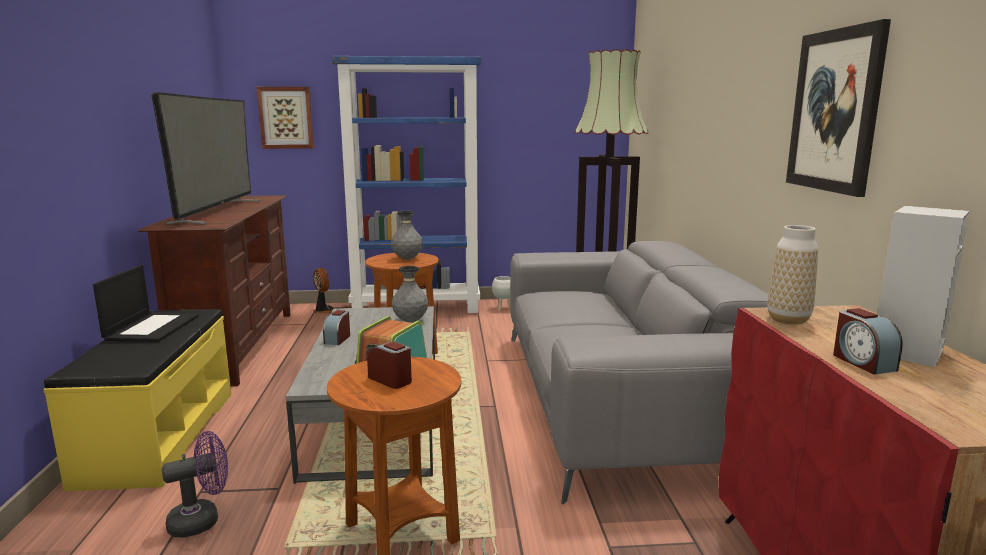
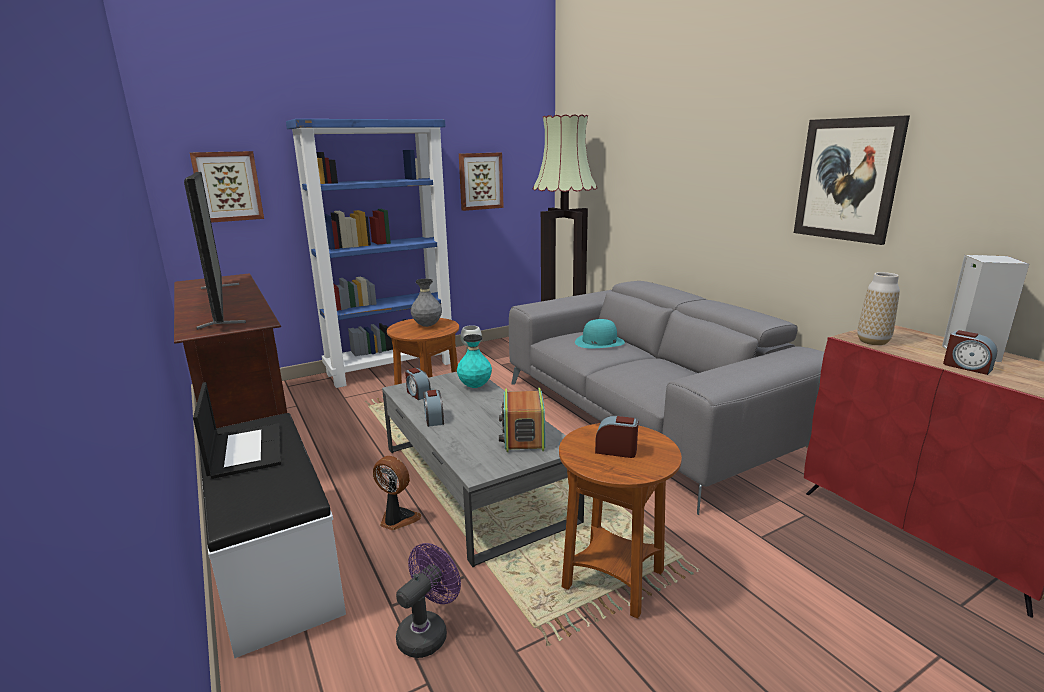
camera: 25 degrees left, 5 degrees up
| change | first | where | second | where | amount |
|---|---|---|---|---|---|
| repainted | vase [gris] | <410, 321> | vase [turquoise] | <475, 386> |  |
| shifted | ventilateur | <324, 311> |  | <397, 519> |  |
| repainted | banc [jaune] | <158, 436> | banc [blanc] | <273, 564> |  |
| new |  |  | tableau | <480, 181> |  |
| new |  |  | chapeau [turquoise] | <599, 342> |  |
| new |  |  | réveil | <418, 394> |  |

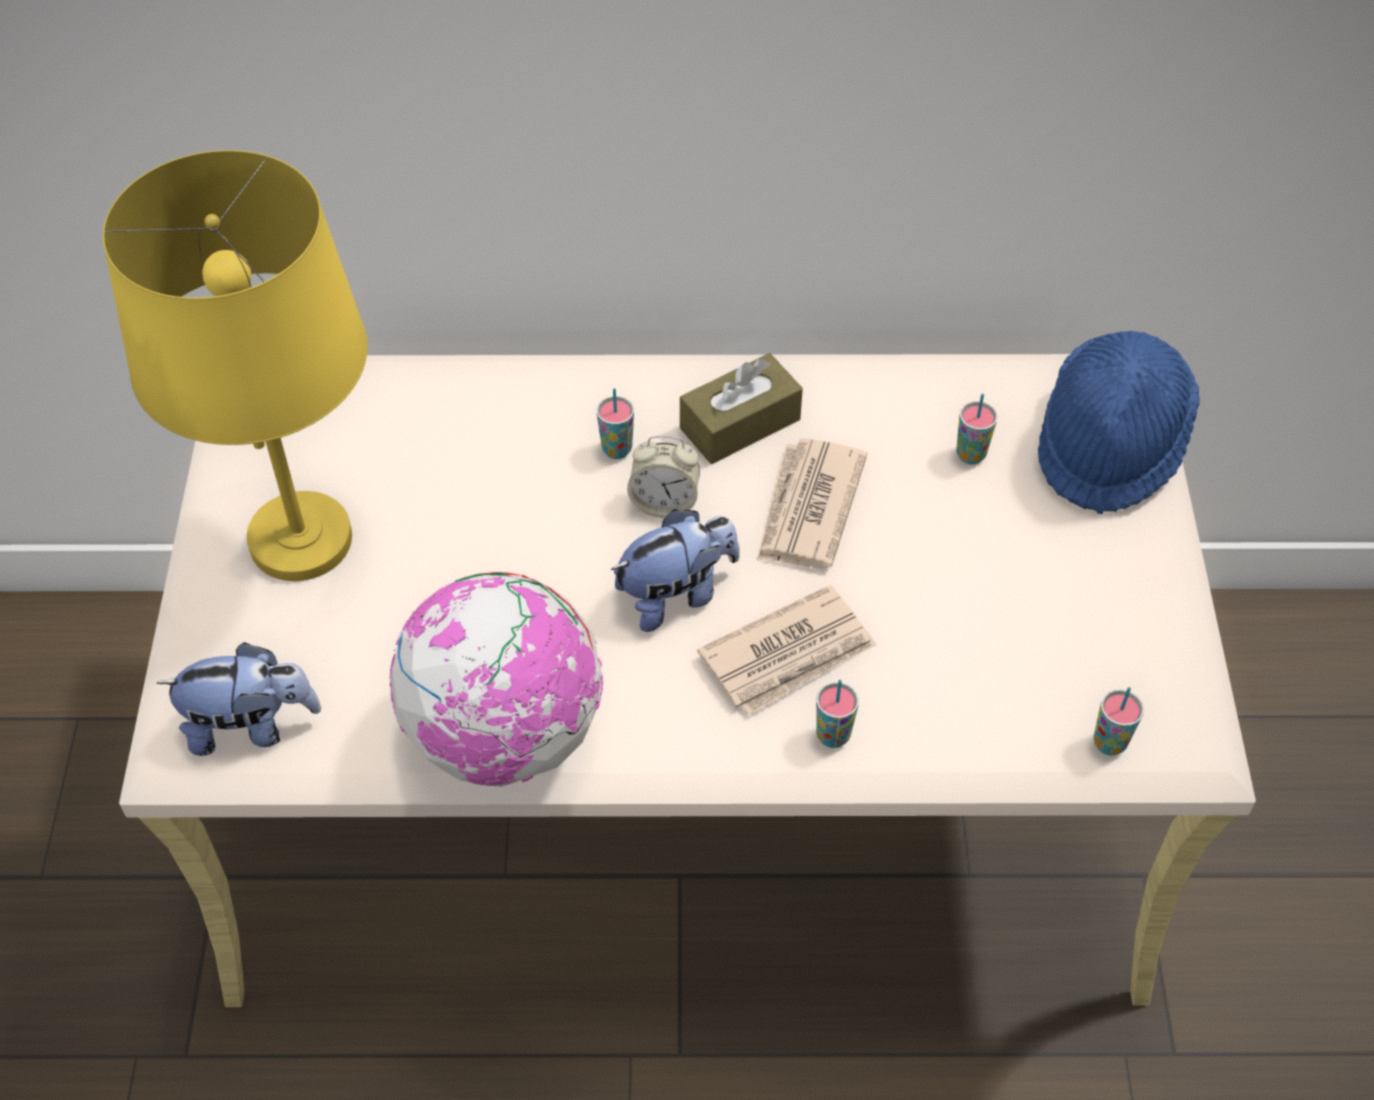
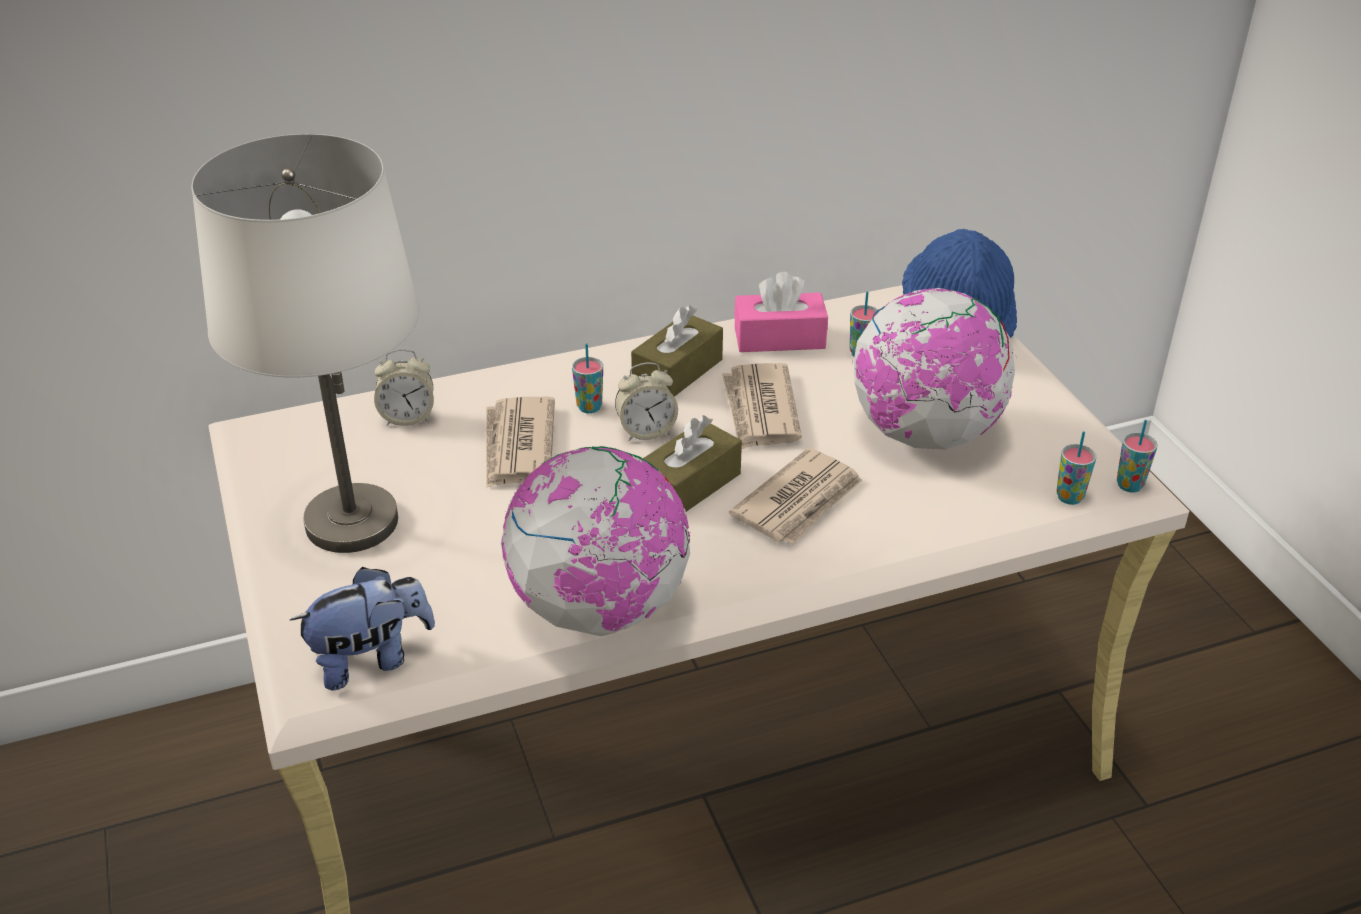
camera: 20 degrees left, 15 degrees down
| change | first | where | second | where | amount |
|---|---|---|---|---|---|
| repainted | lampe de table [jaune] | <299, 540> | lampe de table [blanc] | <350, 523> |  |
| swapped | peluche | <676, 594> | boîte à mouchoirs [marron] | <689, 485> |  |
| shifted | tasse | <833, 736> |  | <1129, 485> |  |
| new |  |  | boîte à mouchoirs [rose] | <779, 338> |  |
| new |  |  | globe | <925, 434> |  |
| new |  |  | réveil | <408, 417> |  |
| new |  |  | journal | <518, 446> |  |

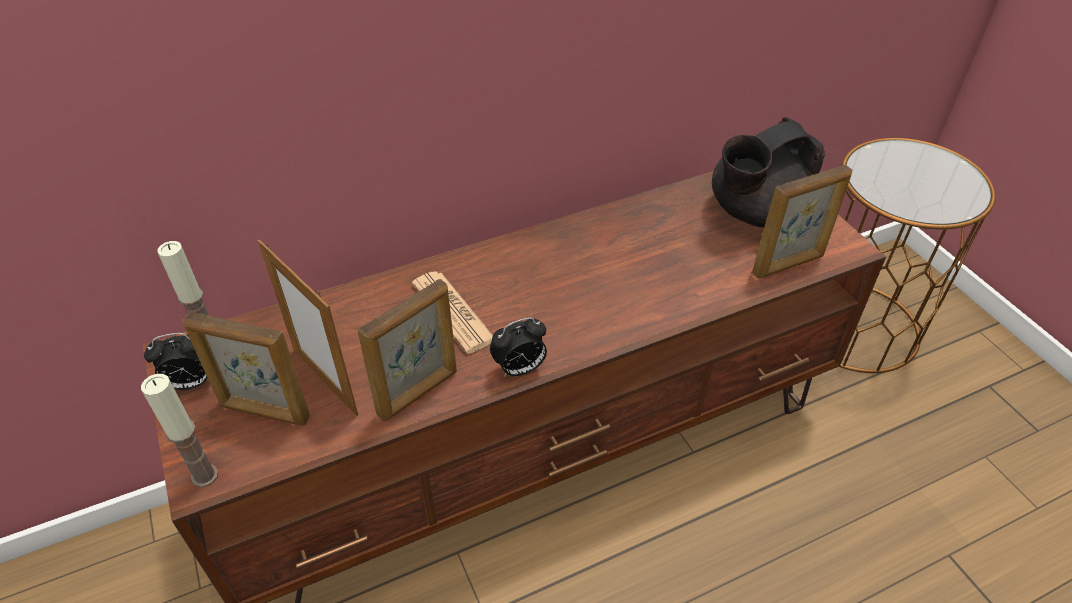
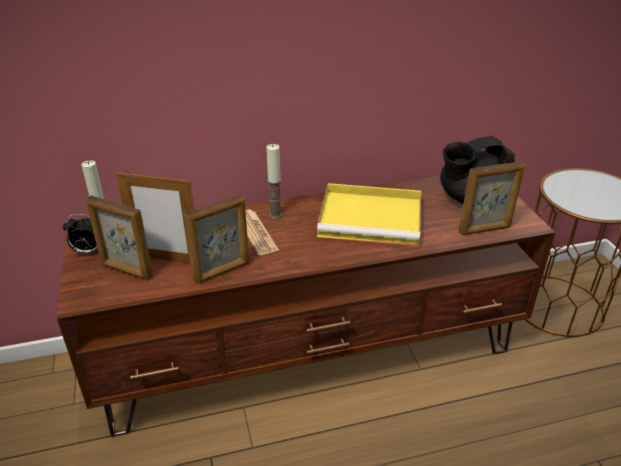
camera: 10 degrees right, 10 degrees down
| change | first | where | second | where | amount |
|---|---|---|---|---|---|
| rotated | cadre photo | <325, 381> |  | <167, 259> | 45 degrees counterclockwise |
| gone | réveil | <519, 369> |  |  |  |
| shifted | bougie | <205, 476> |  | <275, 214> |  |
| new |  |  | plateau [jaune] | <372, 218> |  |

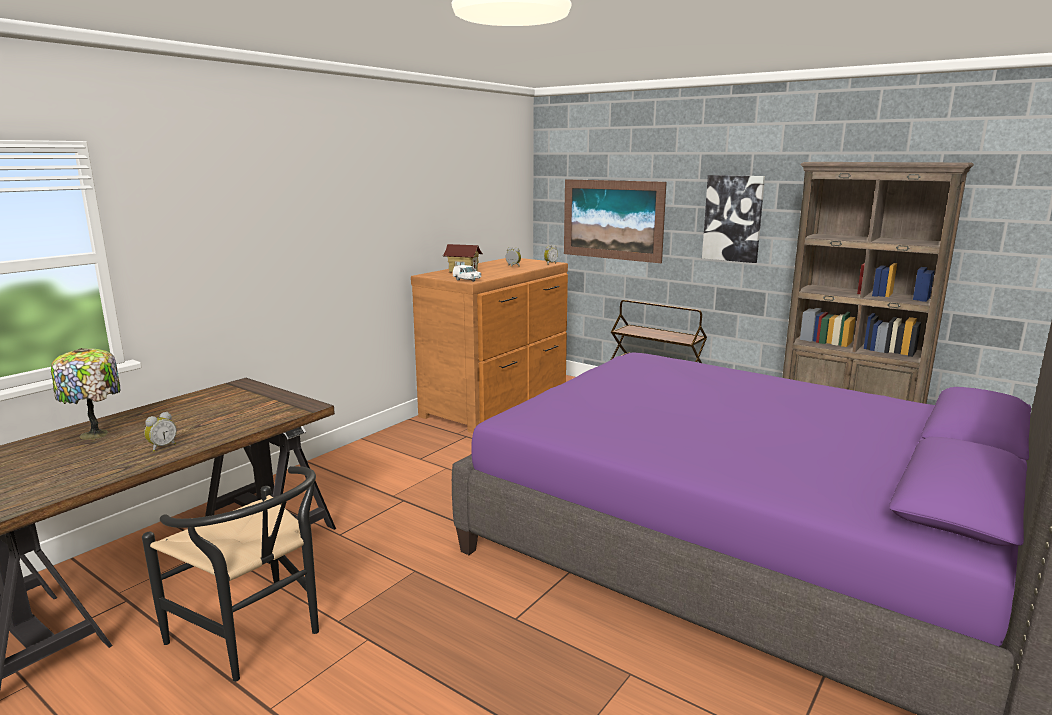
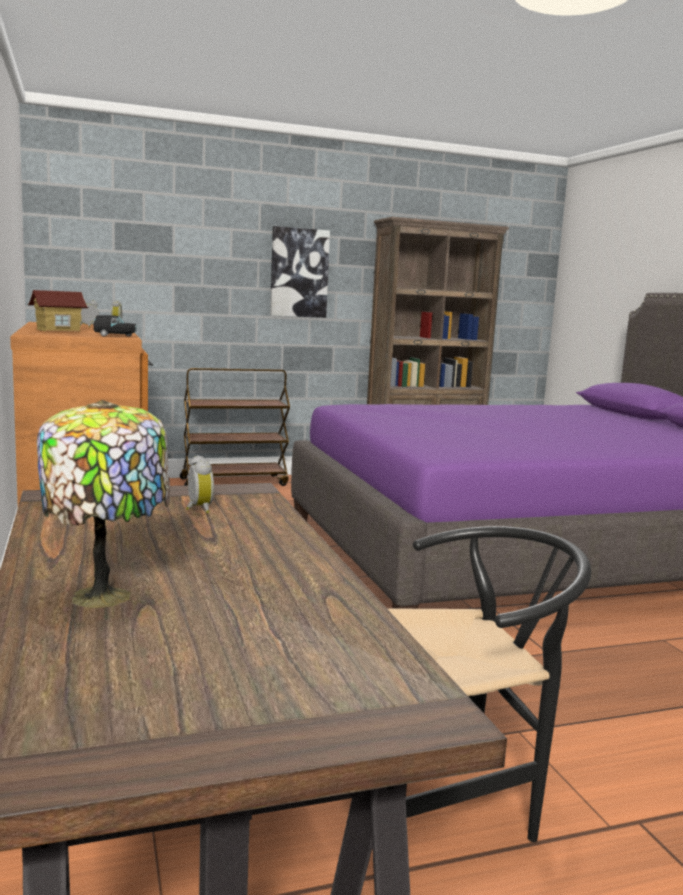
camera: 55 degrees left, 5 degrees down
| change | first | where | second | where | amount |
|---|---|---|---|---|---|
| gone | tableau | <612, 219> |  |  |  |
| repainted | petite voiture [blanc] | <467, 280> | petite voiture [noir] | <115, 336> |  |
| shifted | réveil | <162, 447> |  | <197, 509> |  |

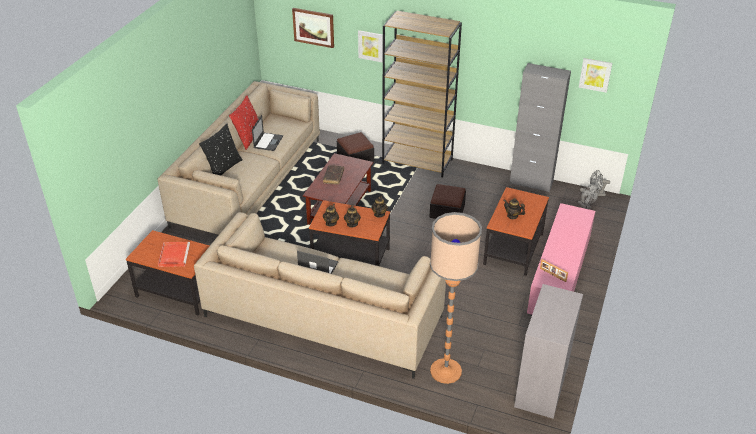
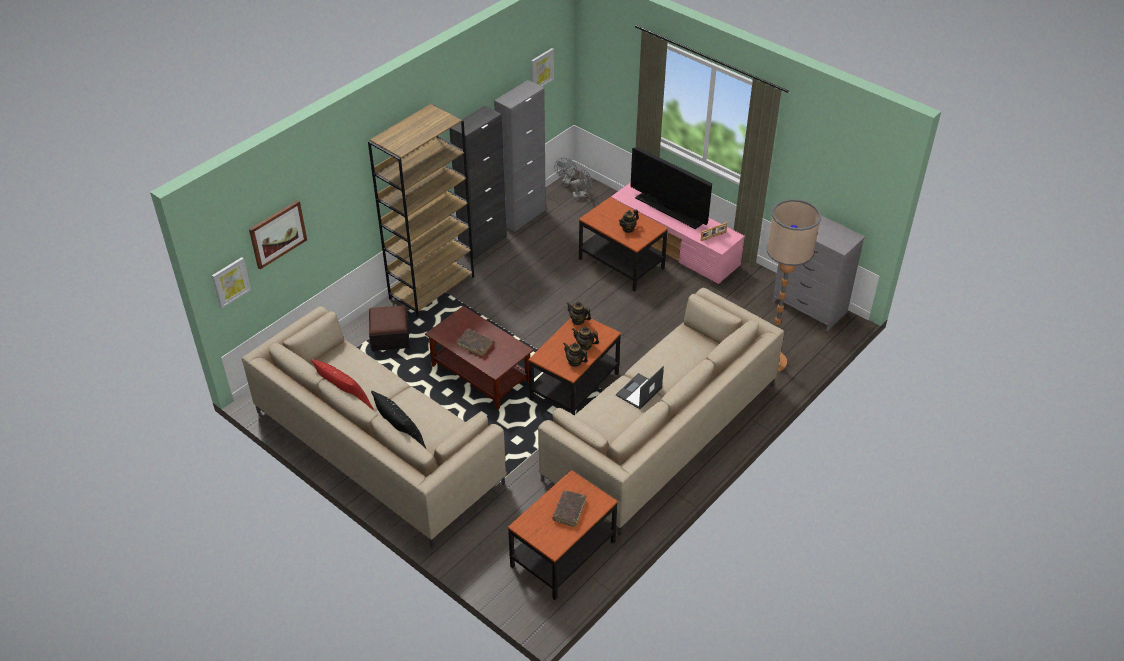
camera: 70 degrees left, 5 degrees up
| change | first | where | second | where | amount |
|---|---|---|---|---|---|
| shifted | tableau | <371, 46> |  | <230, 282> |  |
| gone | ordinateur portable | <268, 142> |  |  |  |
| gone | pouf | <447, 211> |  |  |  |
| swapped | plateau [rouge] | <174, 255> | livre [marron] | <569, 511> |  |
| new |  |  | meuble de rangement [noir] | <482, 244> |  |
| new |  |  | téléviseur | <669, 210> |  |

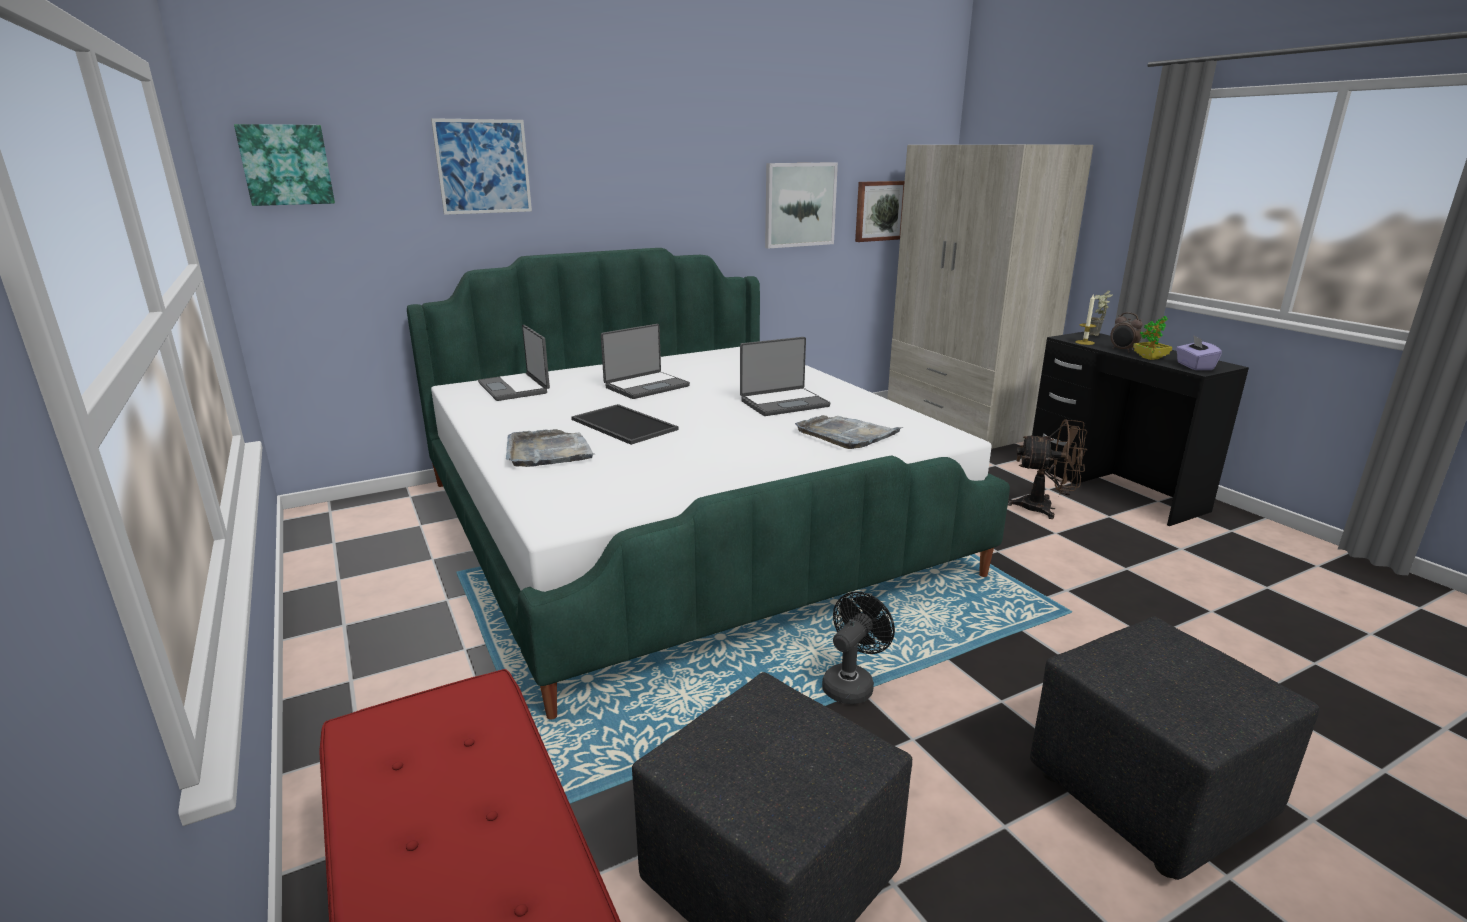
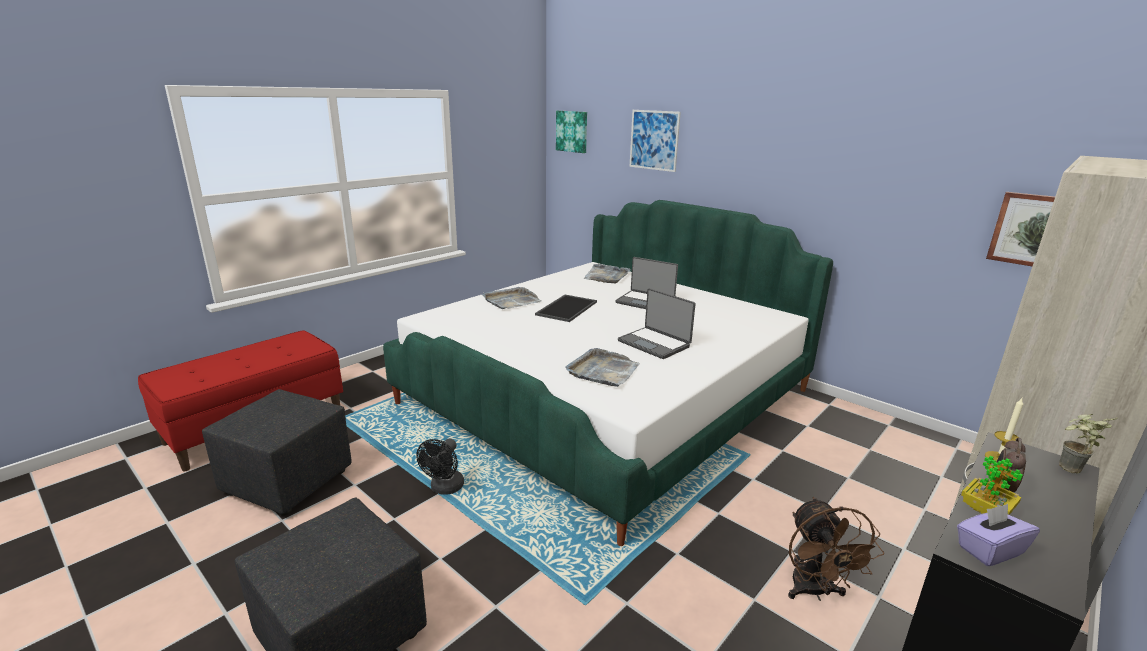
camera: 70 degrees right, 0 degrees up
| change | first | where | second | where | amount |
|---|---|---|---|---|---|
| gone | tableau | <799, 205> |  |  |  |
| swapped | ordinateur portable | <515, 388> | plateau [gris] | <606, 276> |  |
| rotated | ventilateur [noir] | <851, 683> |  | <445, 489> | 90 degrees clockwise |

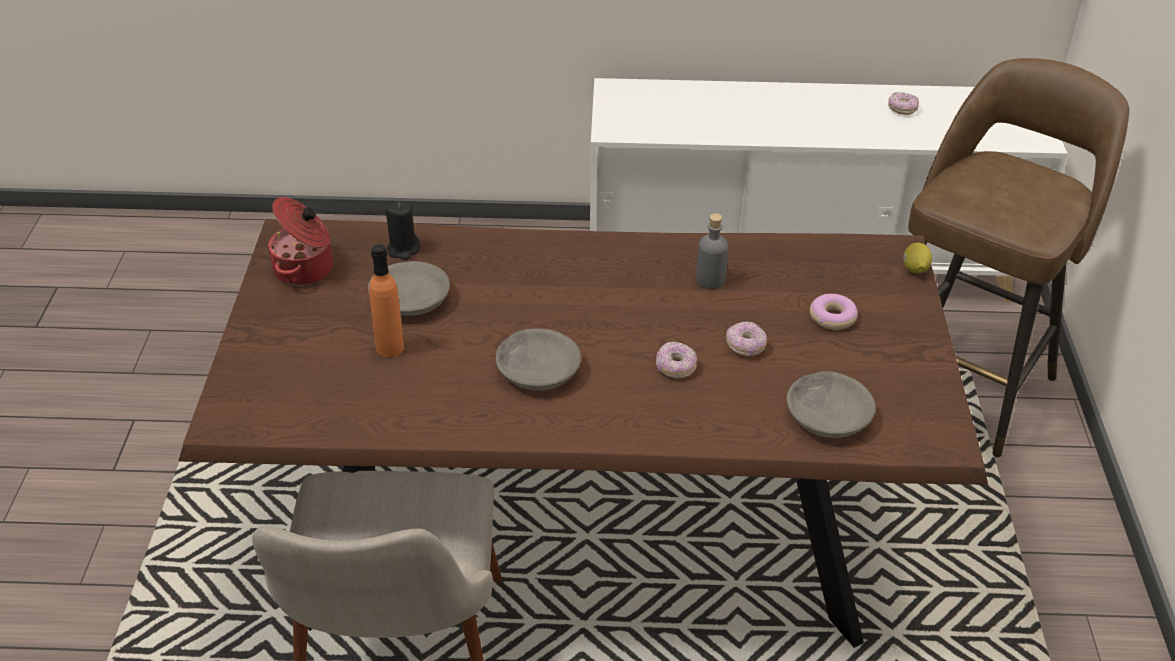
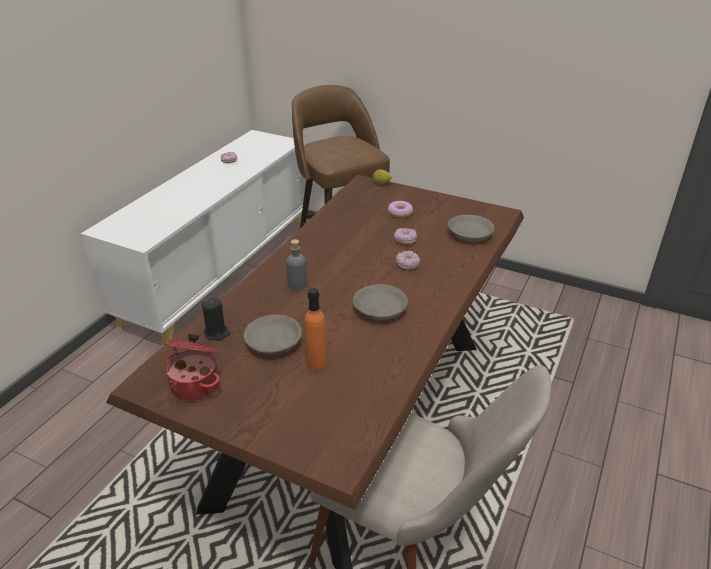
camera: 65 degrees left, 5 degrees down
| change | first | where | second | where | amount |
|---|---|---|---|---|---|
| shifted | bouteille [gris] | <710, 280> |  | <297, 284> |  |

